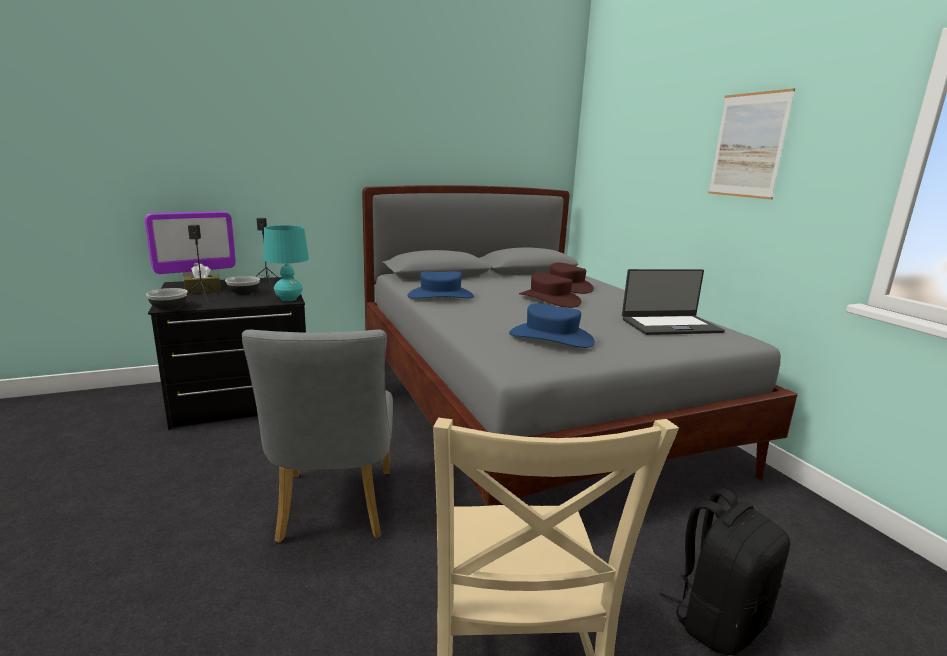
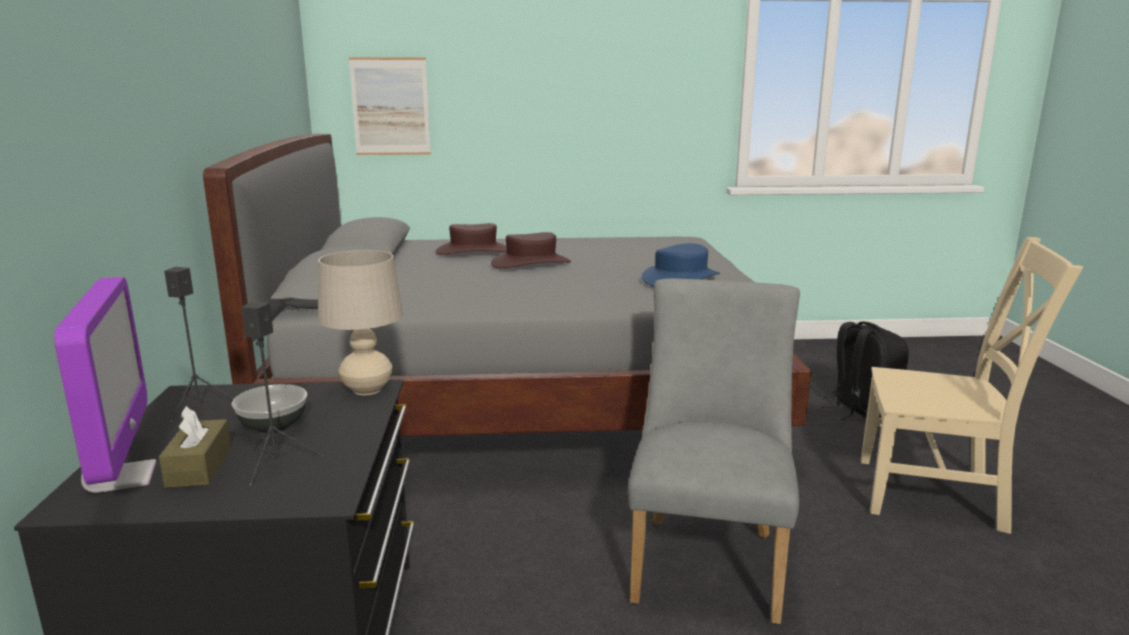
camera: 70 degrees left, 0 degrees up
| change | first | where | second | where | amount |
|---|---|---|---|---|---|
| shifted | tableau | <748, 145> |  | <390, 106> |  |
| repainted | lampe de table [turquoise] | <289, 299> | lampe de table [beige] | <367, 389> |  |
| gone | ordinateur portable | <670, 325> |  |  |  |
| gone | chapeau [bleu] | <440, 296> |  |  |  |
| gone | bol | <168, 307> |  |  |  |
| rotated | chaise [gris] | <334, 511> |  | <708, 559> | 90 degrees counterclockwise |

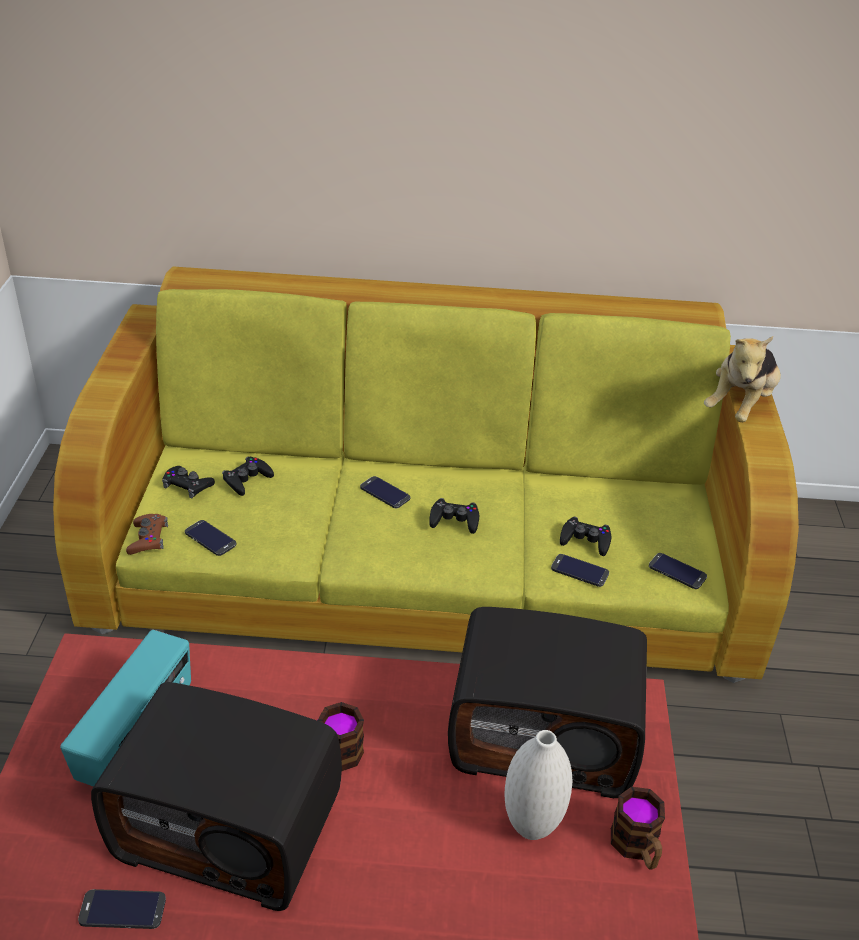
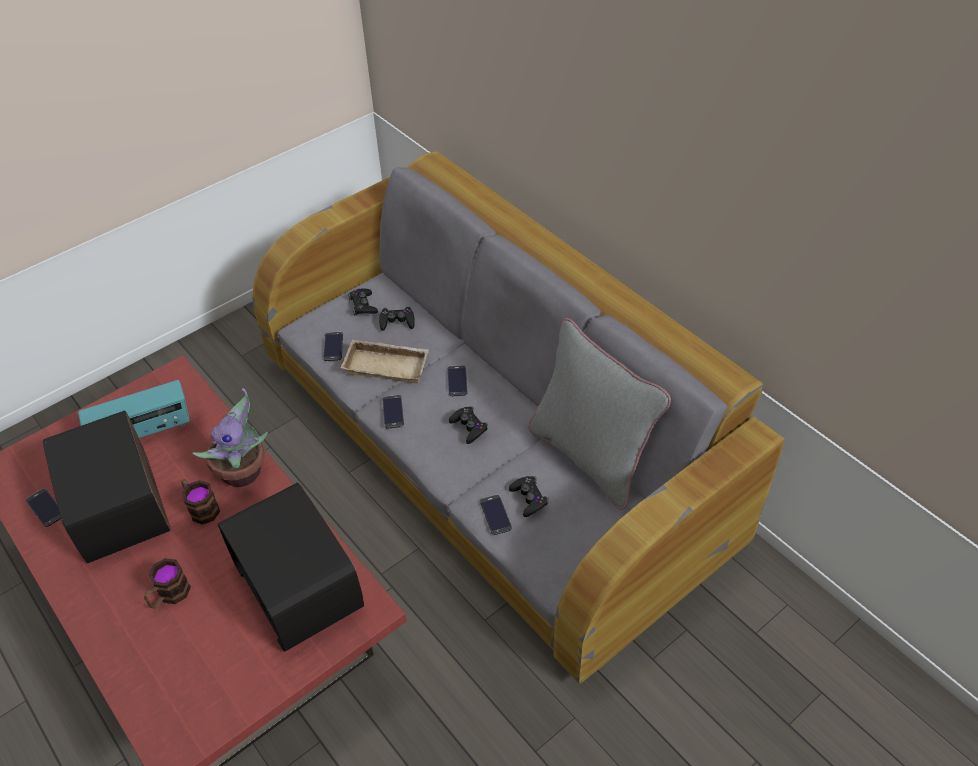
camera: 50 degrees right, 10 degrees up
| change | first | where | second | where | amount |
|---|---|---|---|---|---|
| repainted | canapé [vert] | <426, 563> | canapé [gris] | <492, 447> |  |
| gone | peluche | <740, 406> |  |  |  |
| gone | manette [marron] | <148, 538> |  |  |  |
| shifted | téléphone | <677, 571> |  | <393, 412> |  |
| gone | vase [blanc] | <531, 827> |  |  |  |
| shifted | mug | <637, 848> |  | <169, 595> |  |
| new |  |  | coussin [gris] | <590, 457> |  |
| new |  |  | plateau [beige] | <388, 364> |  |
| new |  |  | plante en pot | <244, 472> |  |

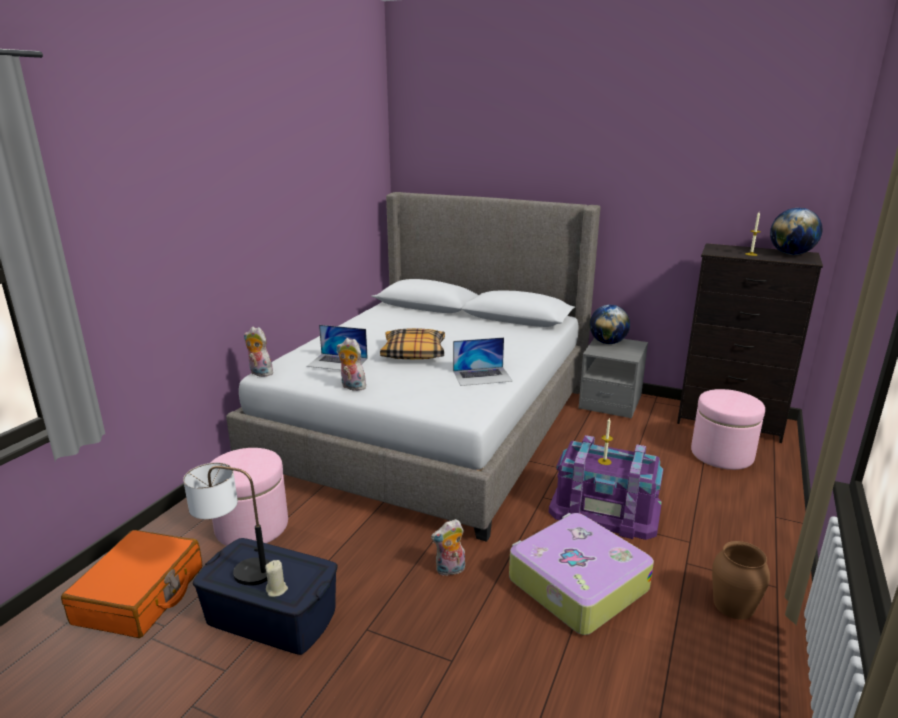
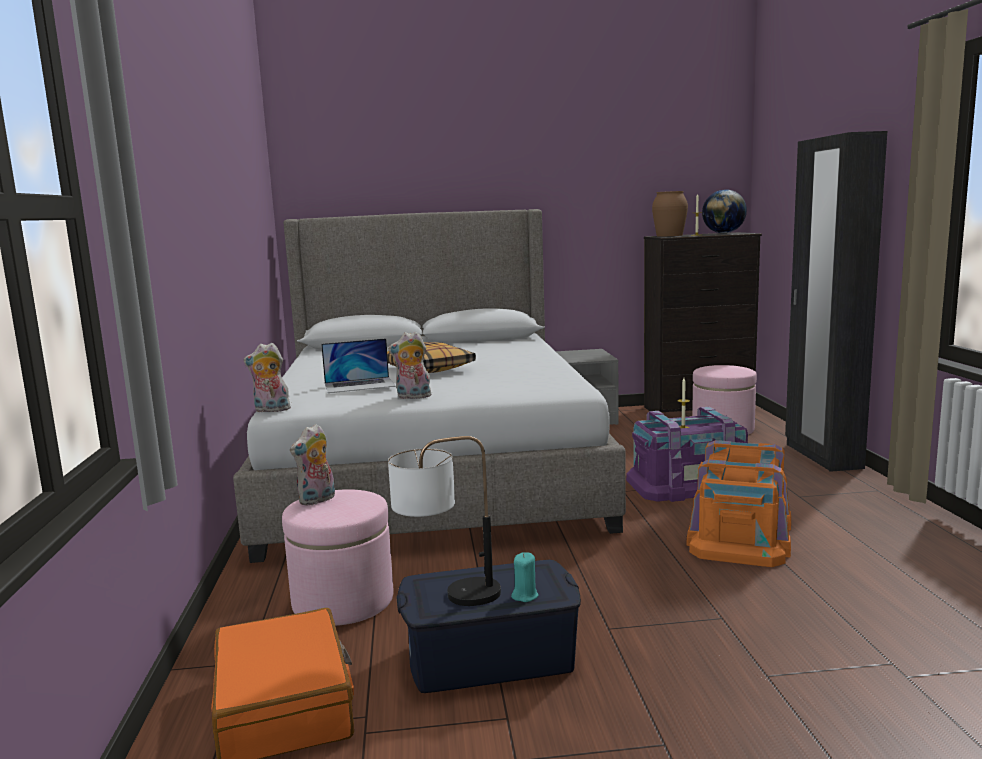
camera: 30 degrees left, 10 degrees down
| change | first | where | second | where | amount |
|---|---|---|---|---|---|
| gone | globe | <607, 342> |  |  |  |
| gone | ordinateur portable | <482, 376> |  |  |  |
| swapped | valise | <576, 584> | boîte de rangement [orange] | <740, 535> |  |
| shifted | peluche | <450, 570> |  | <317, 500> |  |
| shifted | vase [marron] | <734, 605> |  | <669, 235> |  |
| repainted | bougie [beige] | <277, 590> | bougie [turquoise] | <525, 595> |  |
| new |  |  | armoire [noir] | <822, 456> |  |

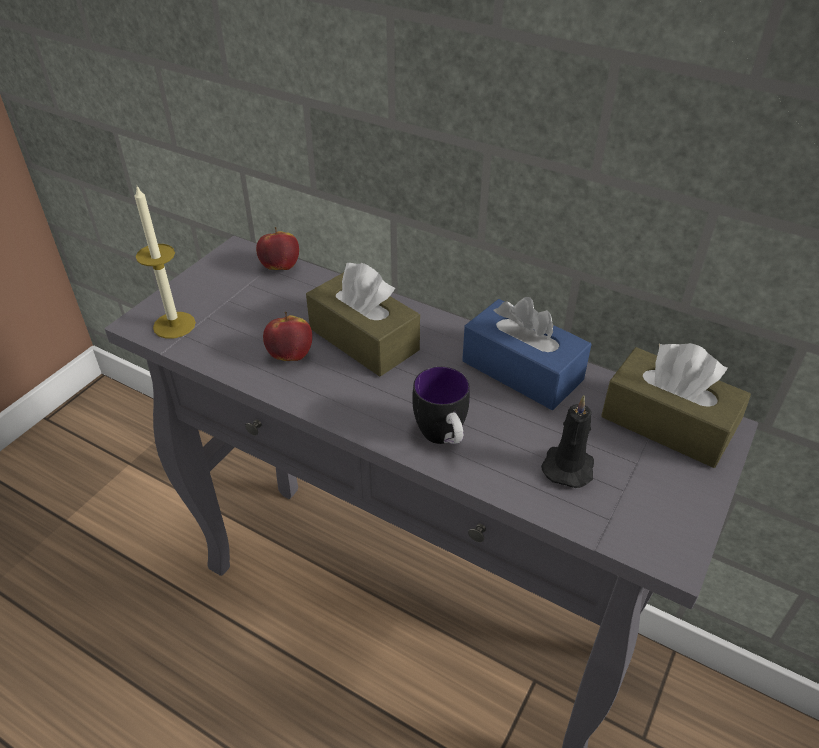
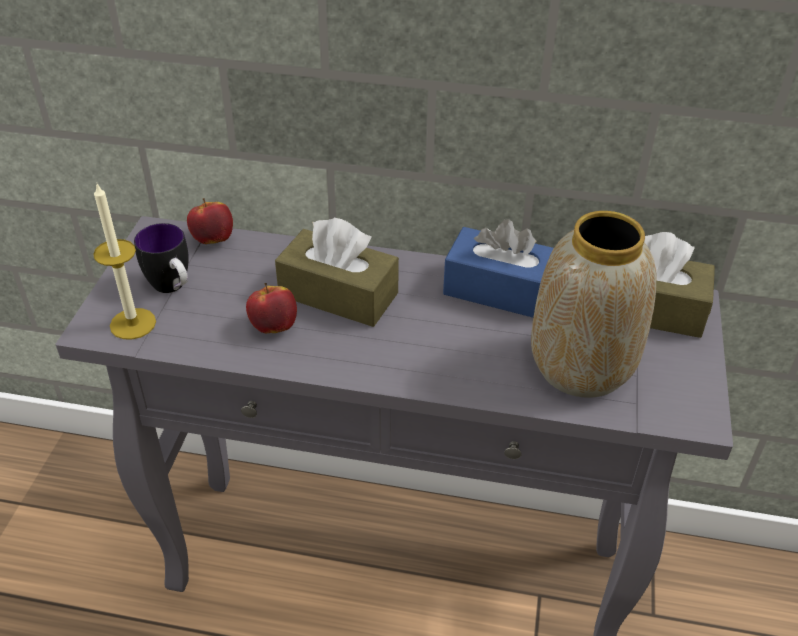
camera: 20 degrees left, 0 degrees up
| change | first | where | second | where | amount |
|---|---|---|---|---|---|
| shifted | mug | <443, 439> |  | <173, 288> |  |
| swapped | bougie [noir] | <568, 465> | vase | <582, 366> |  |

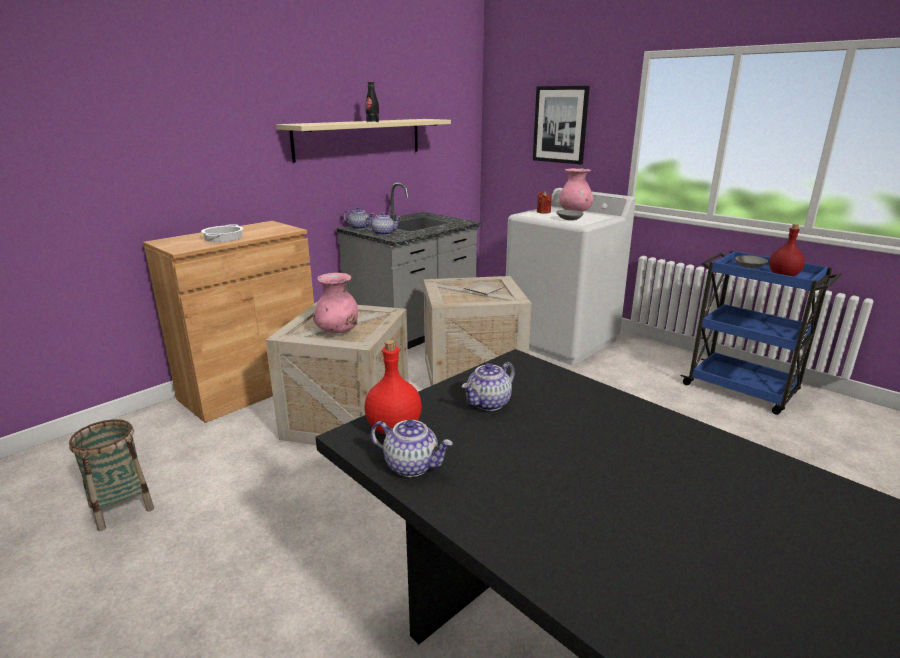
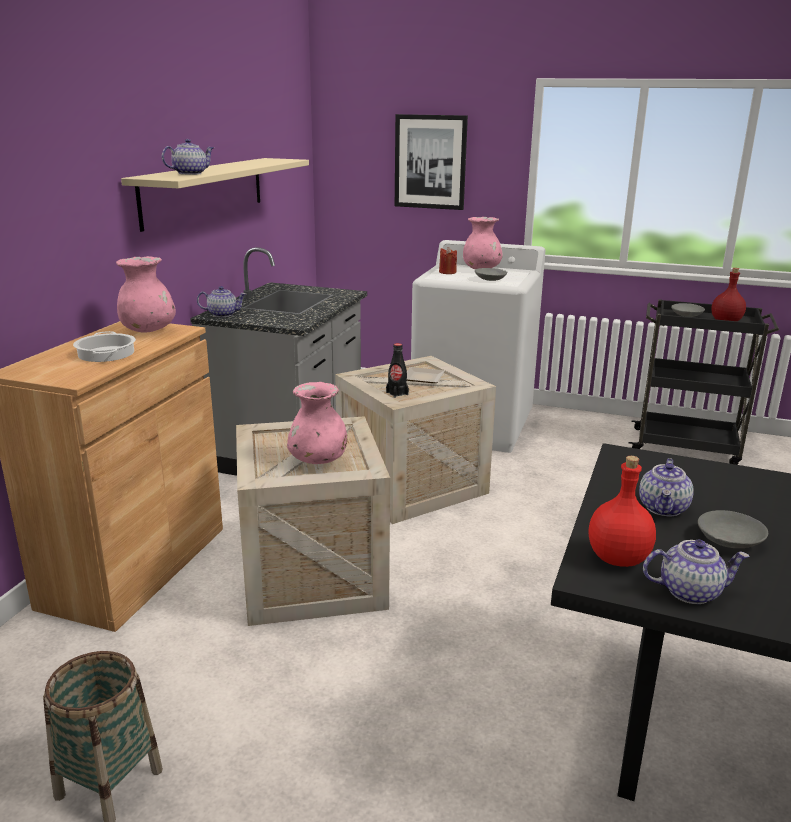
camera: 25 degrees left, 0 degrees up
| change | first | where | second | where | amount |
|---|---|---|---|---|---|
| shifted | bouteille [noir] | <372, 121> |  | <397, 393> |  |
| shifted | théière | <383, 233> |  | <190, 173> |  |
| repainted | chariot [bleu] | <742, 390> | chariot [noir] | <687, 447> |  |
| new |  |  | vase [rose] | <148, 330> |  |
| new |  |  | bol [gris] | <728, 540> |  |

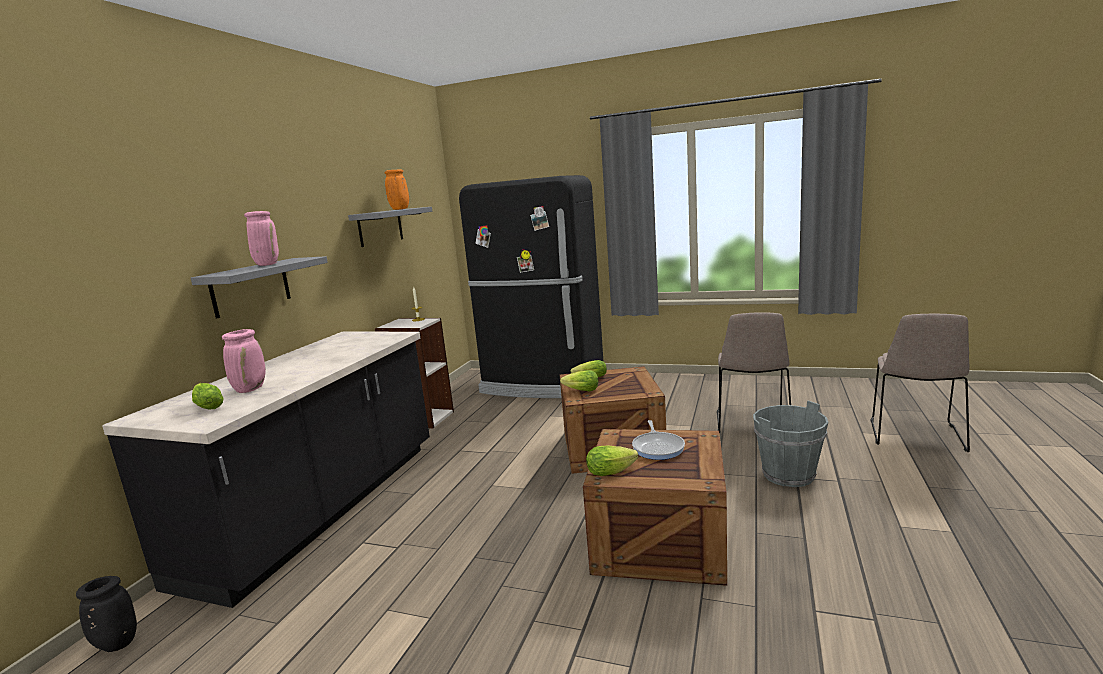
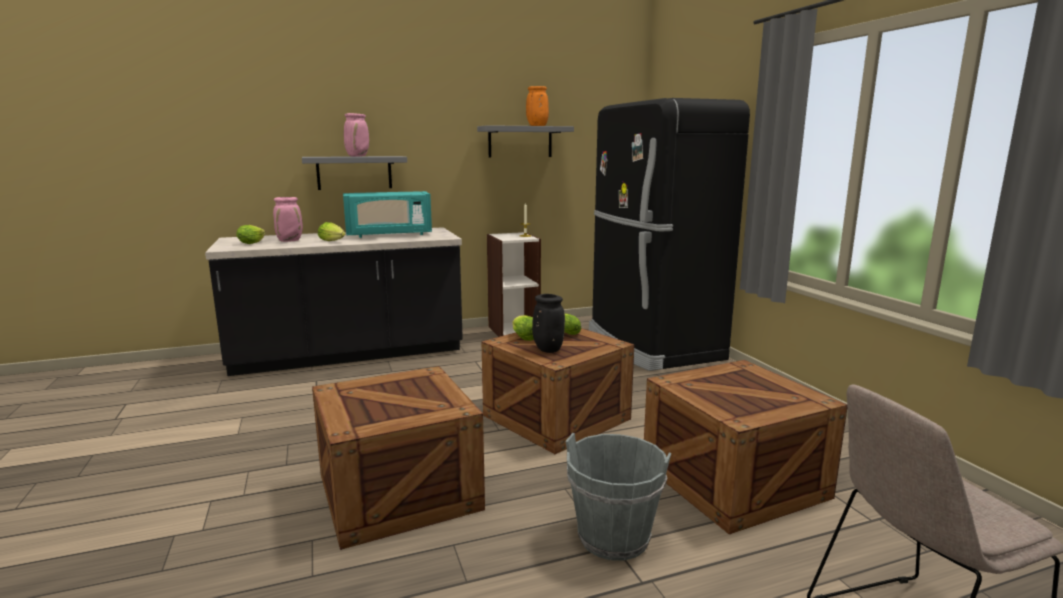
camera: 50 degrees right, 0 degrees up
| change | first | where | second | where | amount |
|---|---|---|---|---|---|
| swapped | chaise [beige] | <752, 423> | caisse | <730, 479> |  |
| gone | poêle | <658, 447> |  |  |  |
| shifted | laitue | <613, 471> |  | <333, 241> |  |
| shifted | vase [noir] | <116, 644> |  | <547, 350> |  |
| new |  |  | micro-ondes [turquoise] | <389, 235> |  |

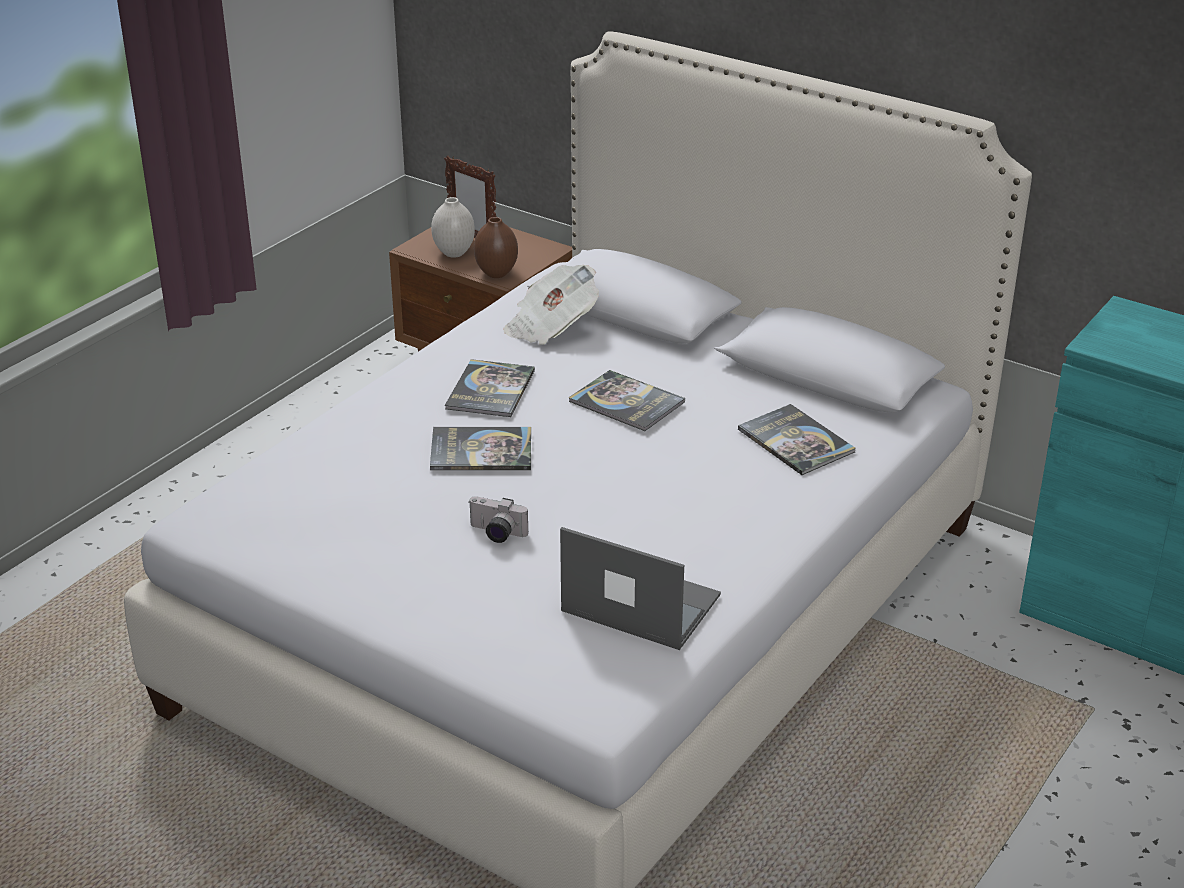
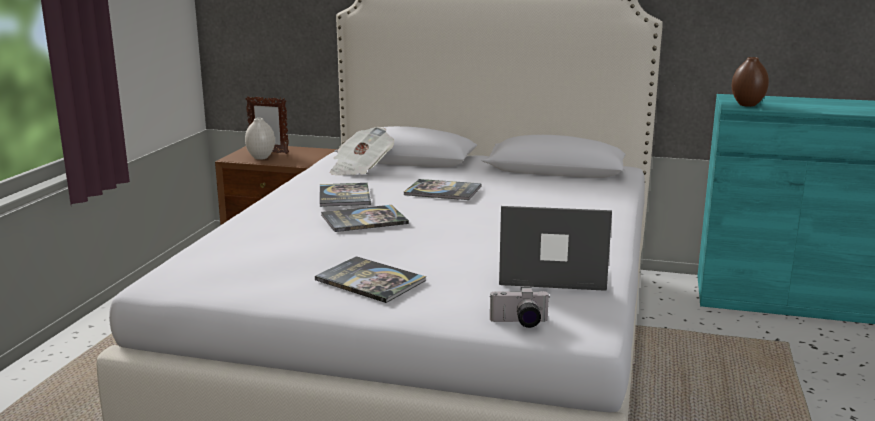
camera: 20 degrees left, 15 degrees down
| change | first | where | second | where | amount |
|---|---|---|---|---|---|
| shifted | vase [marron] | <496, 273> |  | <747, 105> |  |
| shifted | livre | <796, 441> |  | <370, 281> |  |
| shifted | appareil photo | <495, 534> |  | <519, 323> |  |

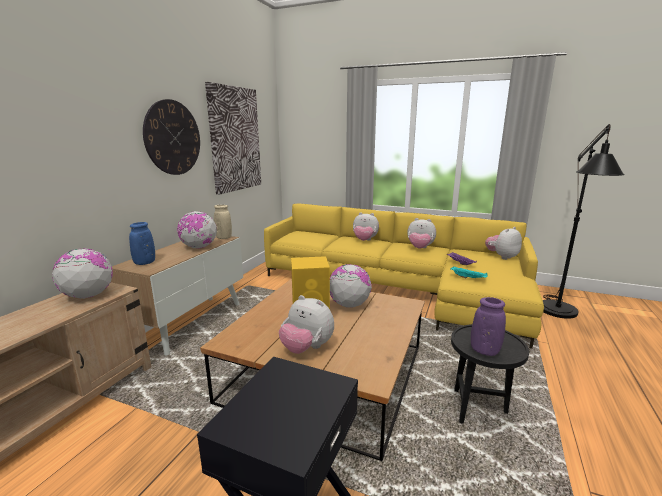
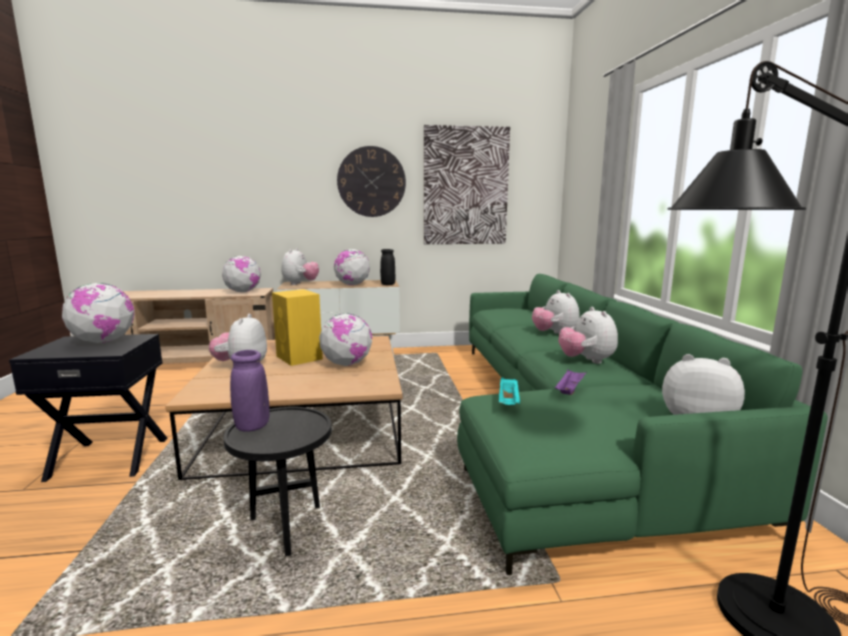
camera: 60 degrees right, 5 degrees down
| change | first | where | second | where | amount |
|---|---|---|---|---|---|
| repainted | canapé [jaune] | <399, 288> | canapé [vert] | <562, 422> |  |
| repainted | vase [beige] | <224, 238> | vase [noir] | <388, 284> |  |
| swapped | vase [bleu] | <145, 263> | peluche | <300, 284> |  |
| new |  |  | globe | <104, 341> |  |

